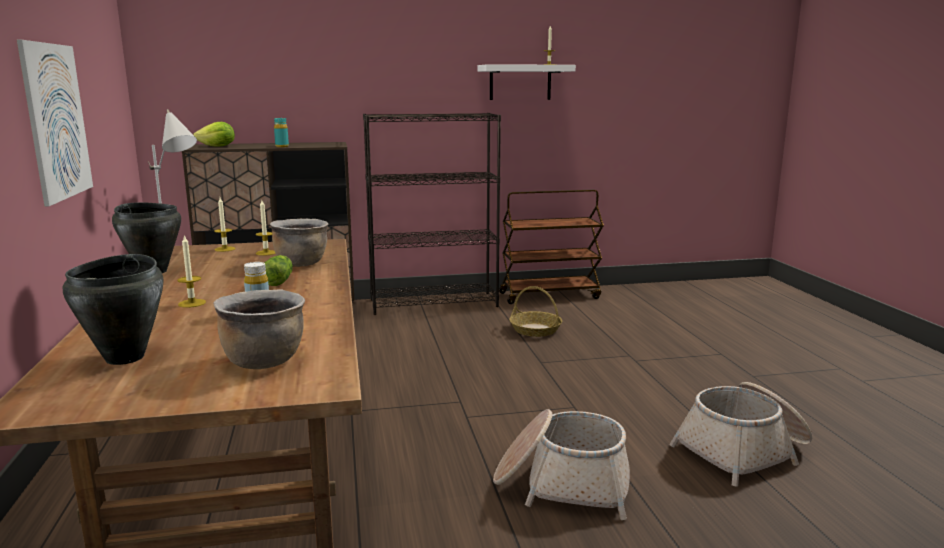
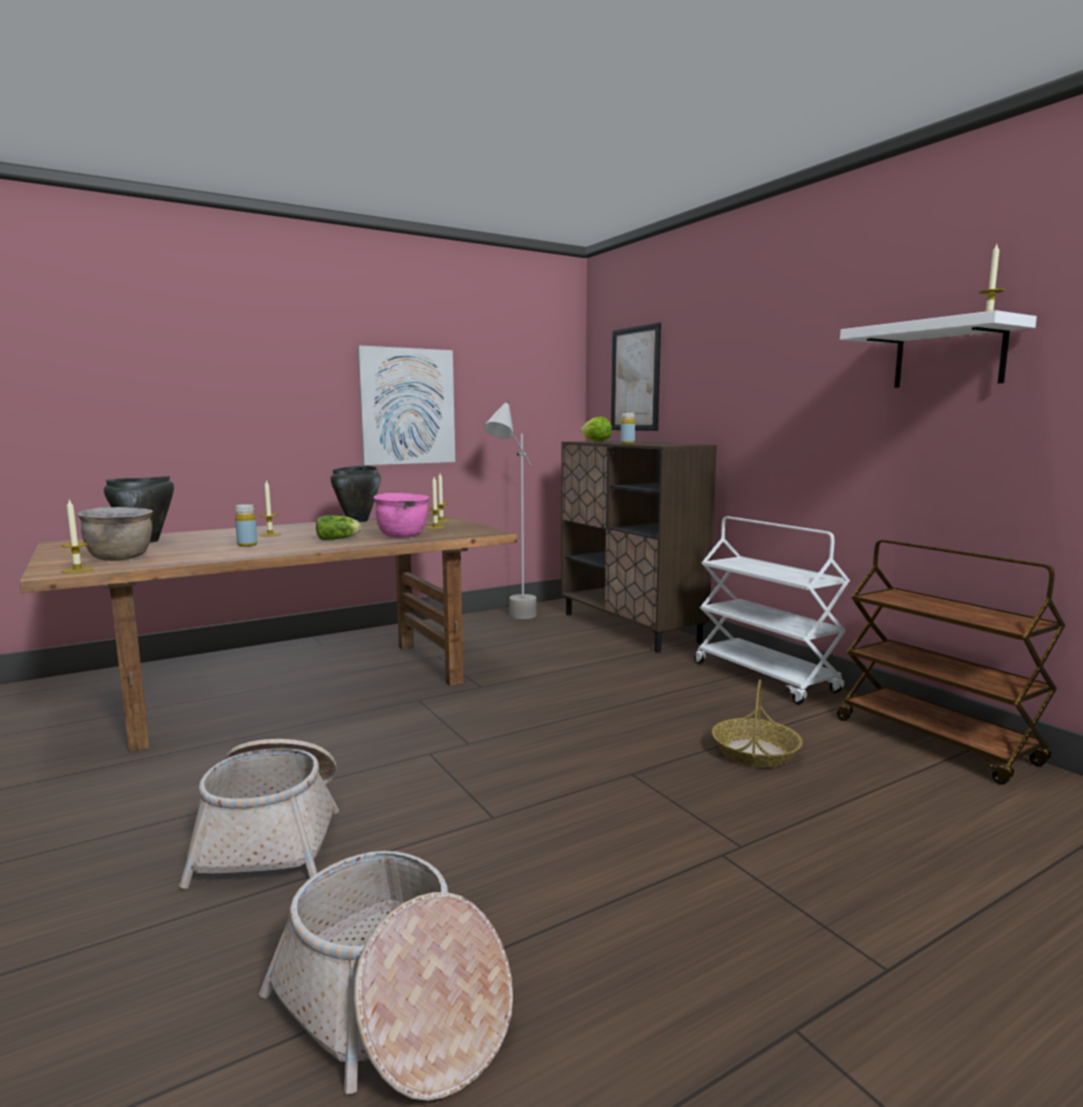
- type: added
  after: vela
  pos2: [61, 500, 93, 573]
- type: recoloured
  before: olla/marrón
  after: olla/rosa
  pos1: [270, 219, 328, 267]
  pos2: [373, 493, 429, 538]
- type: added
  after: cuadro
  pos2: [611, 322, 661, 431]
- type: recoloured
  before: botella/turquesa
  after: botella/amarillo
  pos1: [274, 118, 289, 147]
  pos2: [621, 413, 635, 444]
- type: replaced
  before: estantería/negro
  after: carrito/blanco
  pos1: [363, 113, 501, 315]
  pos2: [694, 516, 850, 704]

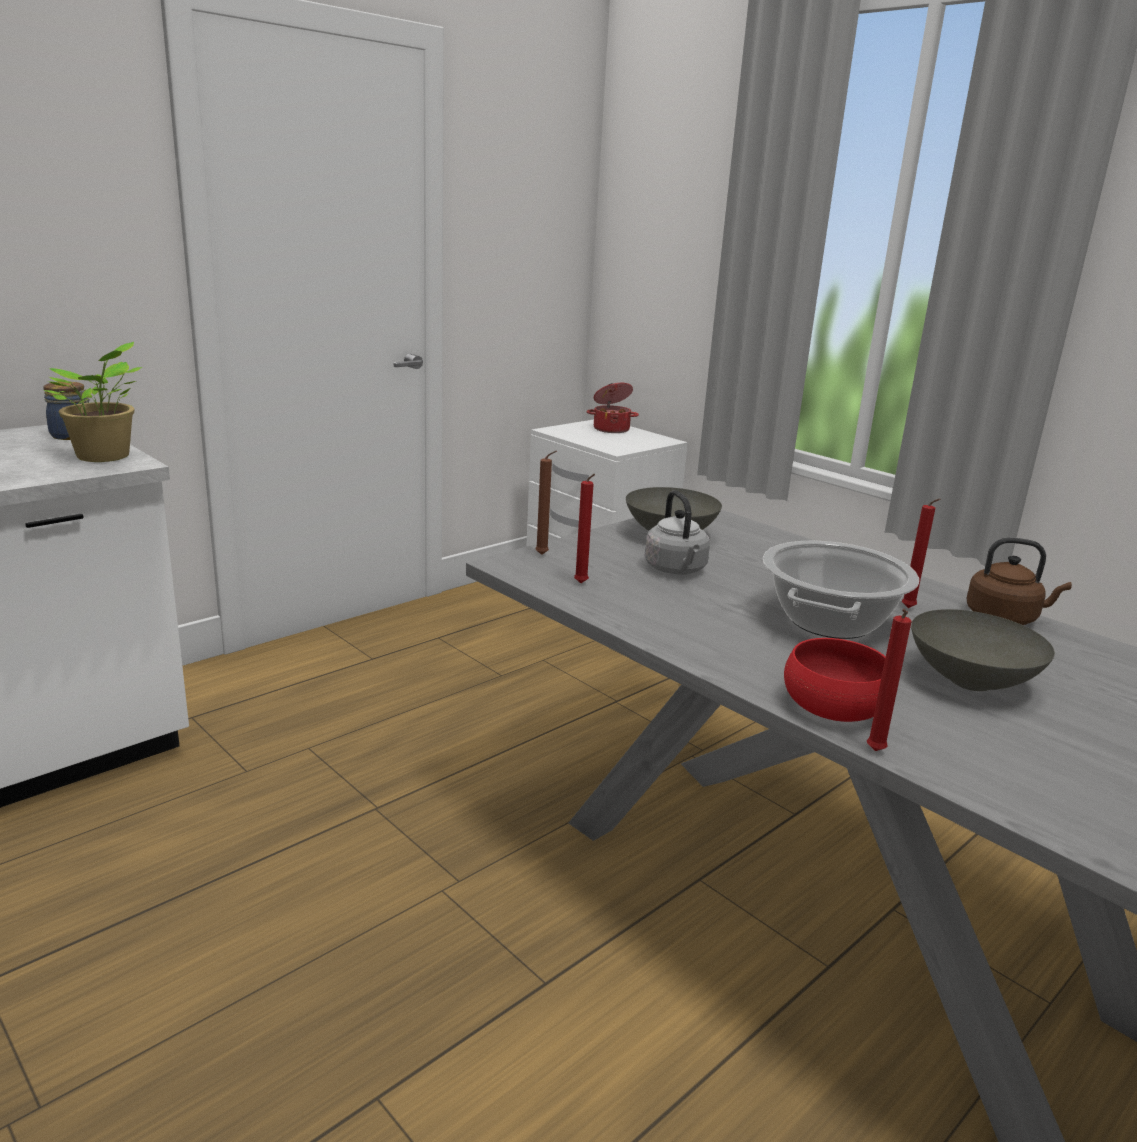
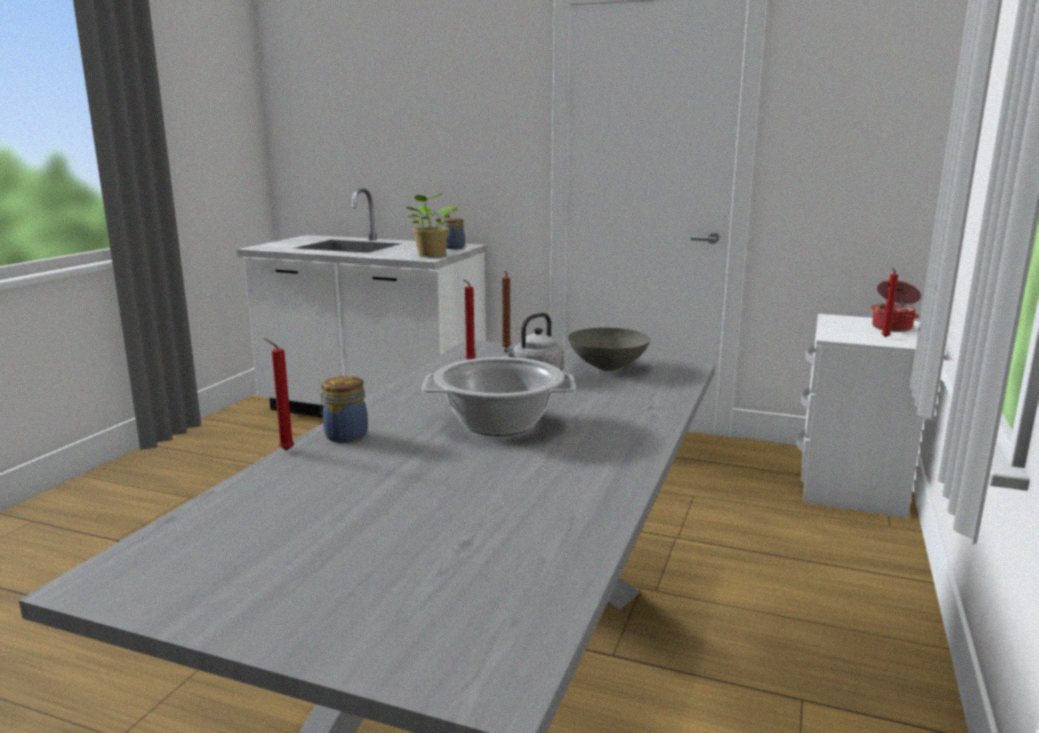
- type: replaced
  before: cuenco/rojo
  after: tarro
  pos1: [784, 638, 886, 722]
  pos2: [320, 376, 368, 443]
- type: moved
  before: vela/rojo
  pos1: [902, 498, 940, 608]
  pos2: [881, 268, 898, 337]
- type: removed
  before: cuenco/gris
  pos1: [911, 609, 1055, 691]
- type: removed
  before: hervidor/marrón
  pos1: [967, 538, 1072, 625]

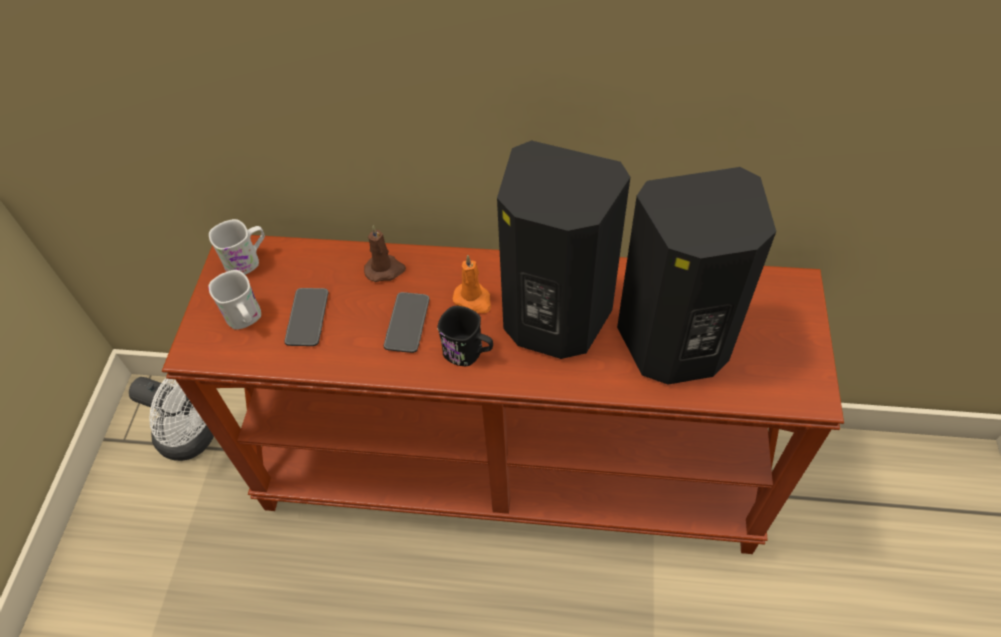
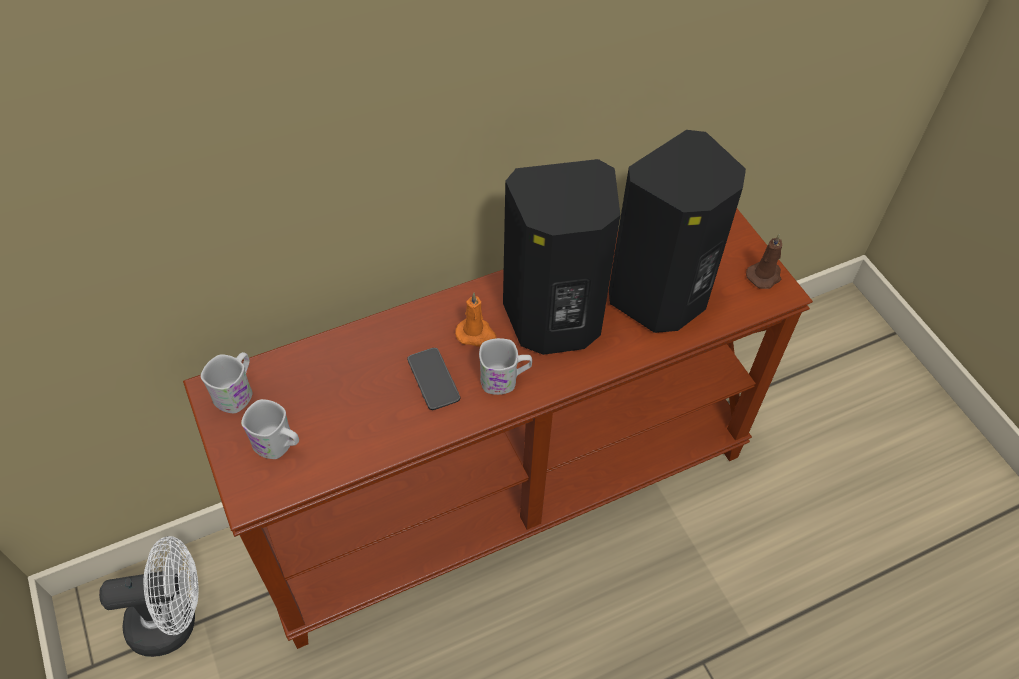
- type: recoloured
  before: taza grande/negro
  after: taza grande/blanco
  pos1: [437, 306, 493, 366]
  pos2: [479, 338, 532, 395]
- type: moved
  before: vela/marrón
  pos1: [364, 225, 406, 282]
  pos2: [746, 234, 782, 289]
- type: removed
  before: móvil
  pos1: [284, 288, 328, 346]

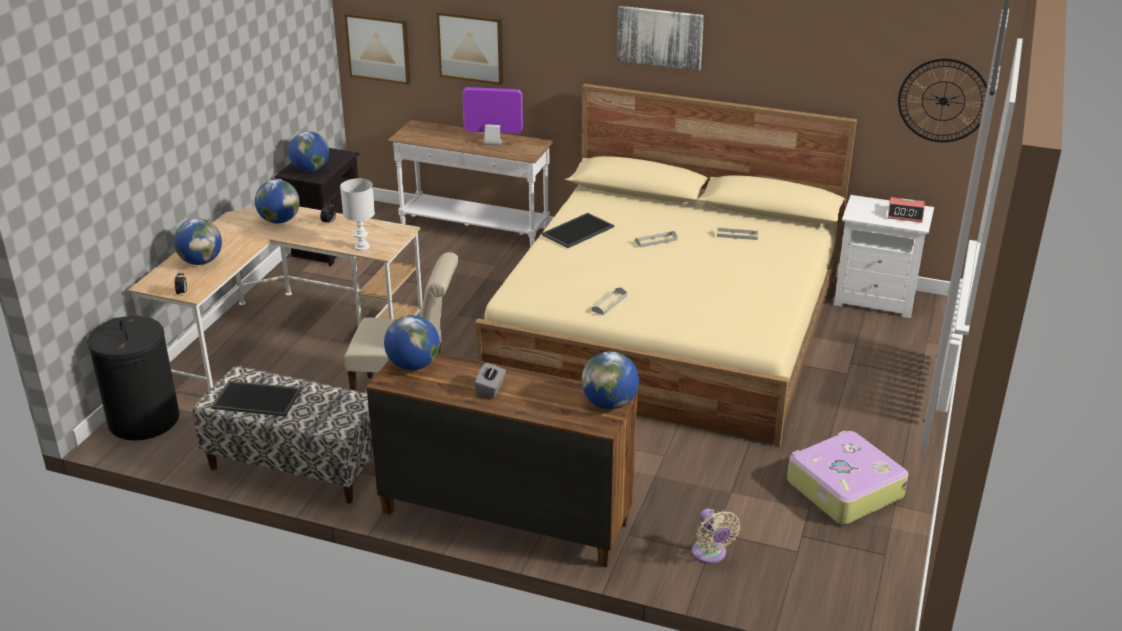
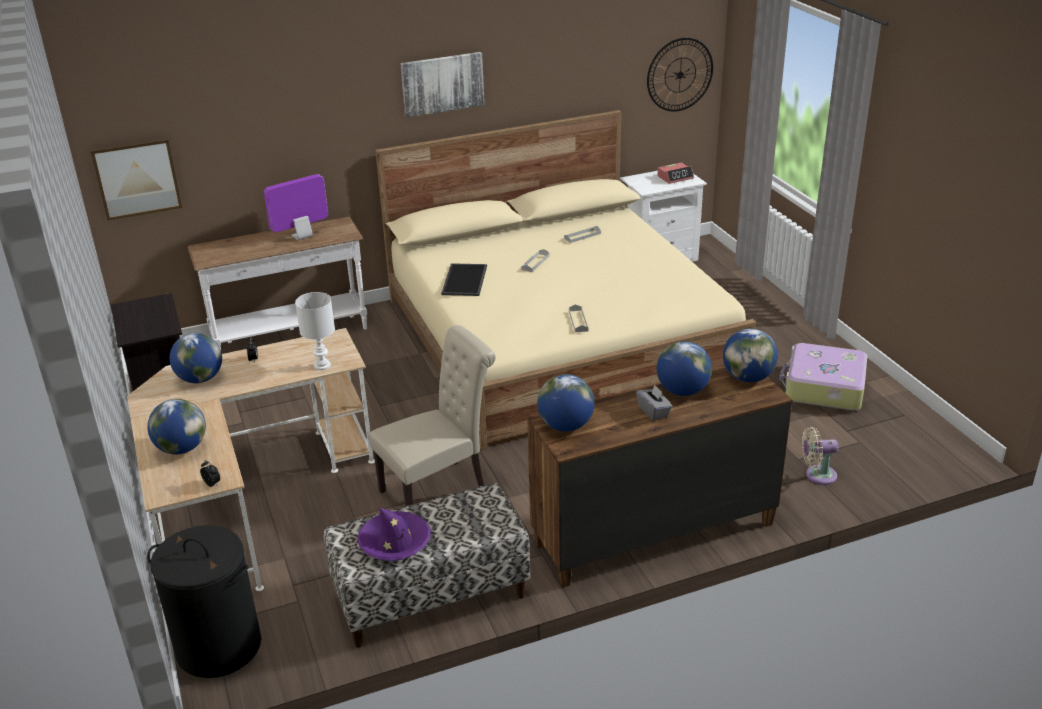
- type: replaced
  before: bandeja
  after: sombrero/morado
  pos1: [211, 381, 301, 416]
  pos2: [357, 507, 431, 561]
- type: moved
  before: globo terráqueo
  pos1: [288, 131, 329, 172]
  pos2: [657, 341, 712, 396]
- type: turned
  before: ventilador/beis
  pos1: [692, 509, 740, 564]
  pos2: [802, 427, 839, 485]
  turn: 150
- type: removed
  before: cuadro
  pos1: [436, 11, 503, 85]

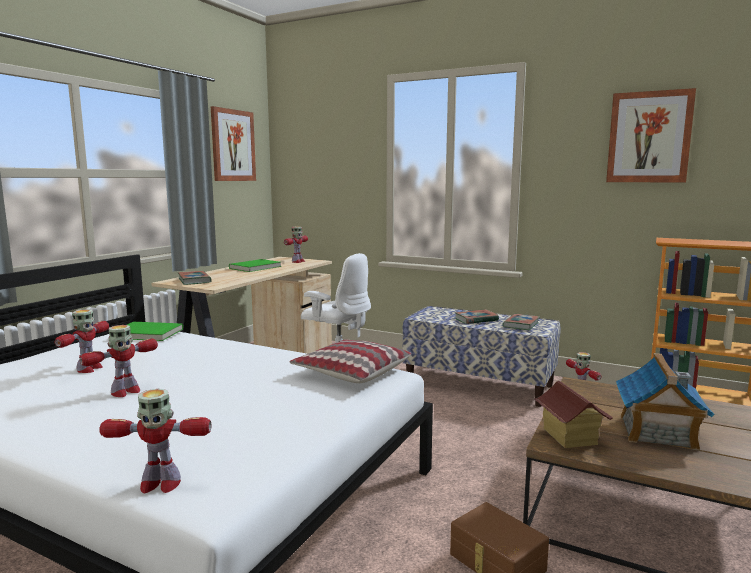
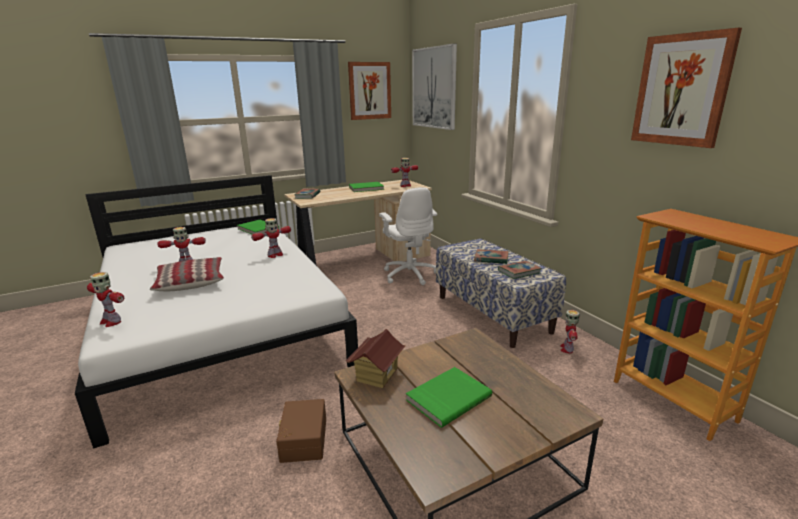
- type: moved
  before: cojín
  pos1: [289, 339, 411, 383]
  pos2: [150, 257, 224, 291]
- type: moved
  before: robot de juguete
  pos1: [55, 309, 109, 373]
  pos2: [251, 218, 291, 258]
- type: replaced
  before: casita
  after: libro/verde
  pos1: [616, 353, 714, 451]
  pos2: [406, 367, 492, 428]
- type: added
  after: cuadro
  pos2: [412, 43, 457, 130]

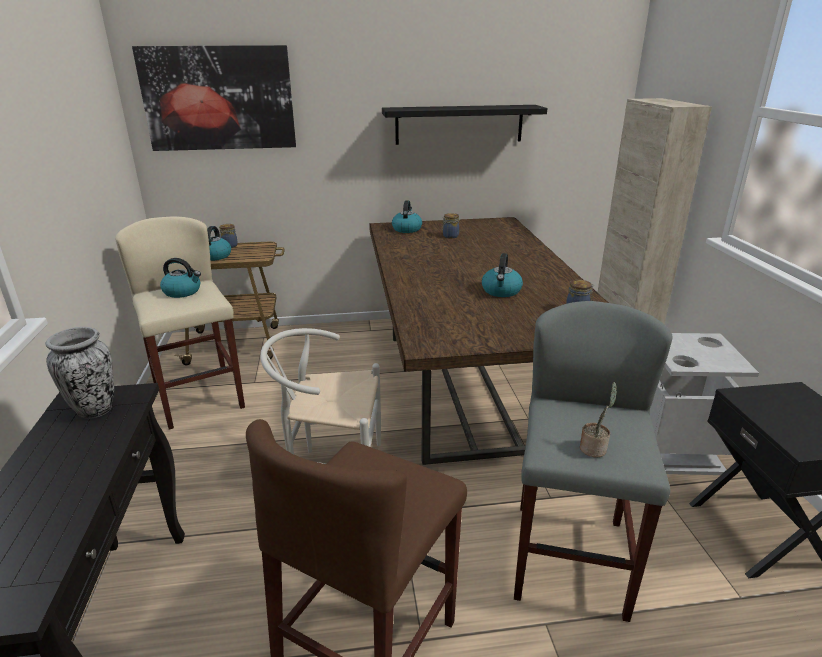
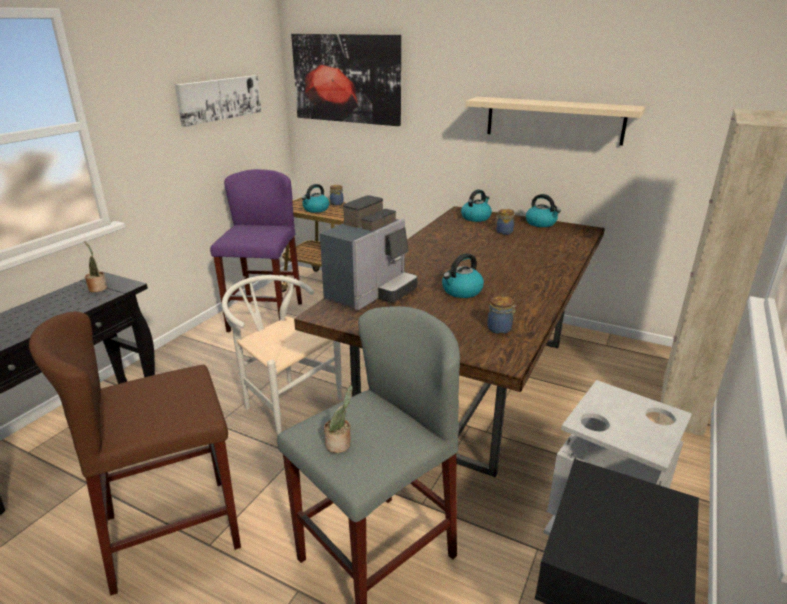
- type: replaced
  before: florero
  after: planta en maceta
  pos1: [45, 327, 114, 418]
  pos2: [84, 241, 107, 292]
- type: added
  after: cuadro
  pos2: [175, 75, 261, 127]
- type: recoloured
  before: taburete/beis
  after: taburete/morado
  pos1: [115, 216, 245, 430]
  pos2: [210, 169, 302, 332]
- type: added
  after: cafetera
  pos2: [320, 195, 418, 310]
- type: recoloured
  before: estante/negro
  after: estante/beis
  pos1: [382, 105, 548, 145]
  pos2: [465, 97, 646, 146]
- type: moved
  before: hervidor
  pos1: [160, 258, 201, 298]
  pos2: [526, 194, 561, 227]

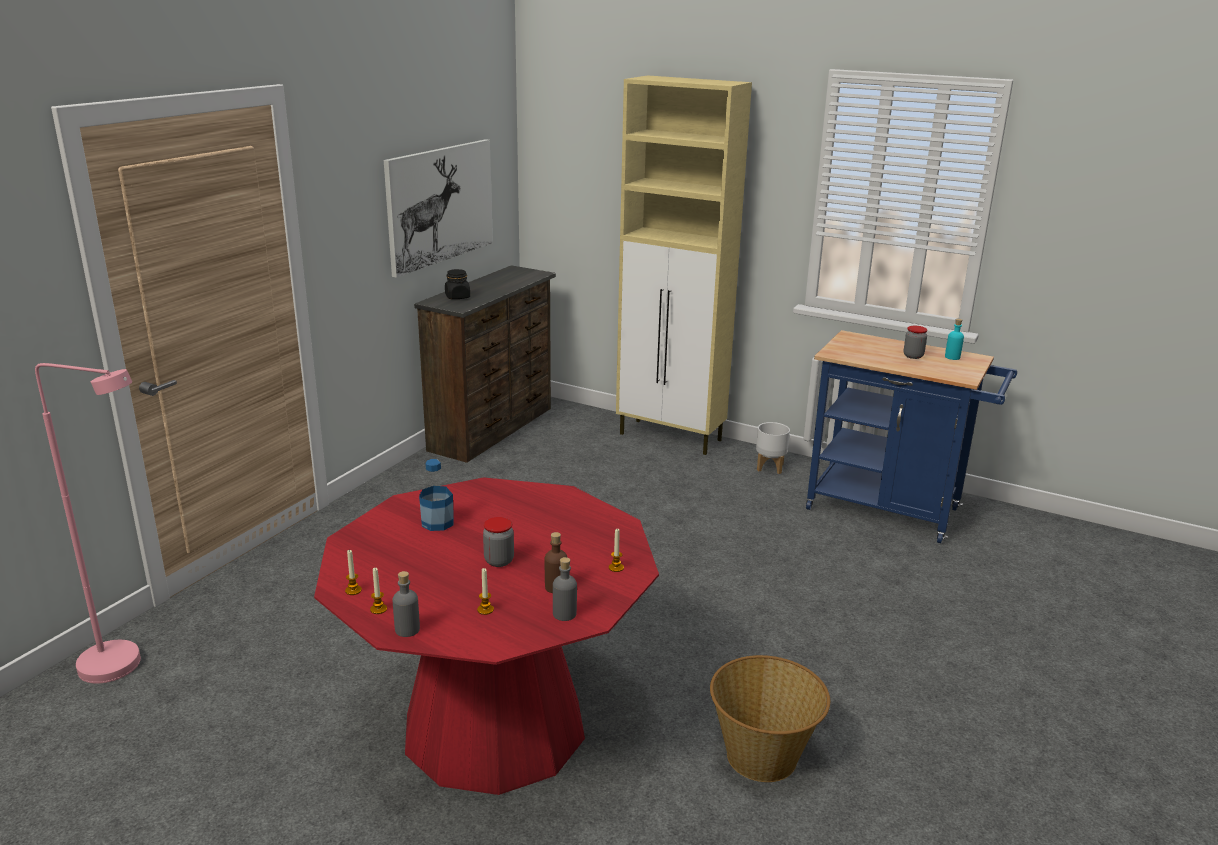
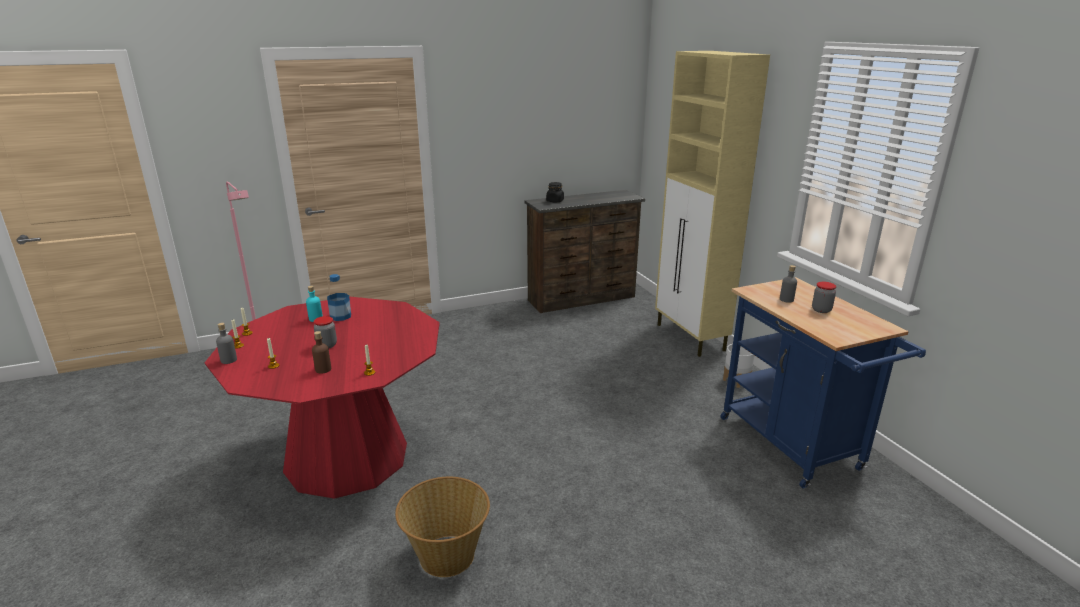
- type: moved
  before: botella/turquesa
  pos1: [945, 319, 964, 360]
  pos2: [306, 286, 323, 322]
- type: moved
  before: botella/gris
  pos1: [553, 557, 577, 621]
  pos2: [780, 265, 797, 303]
- type: removed
  before: cuadro
  pos1: [384, 139, 493, 278]

